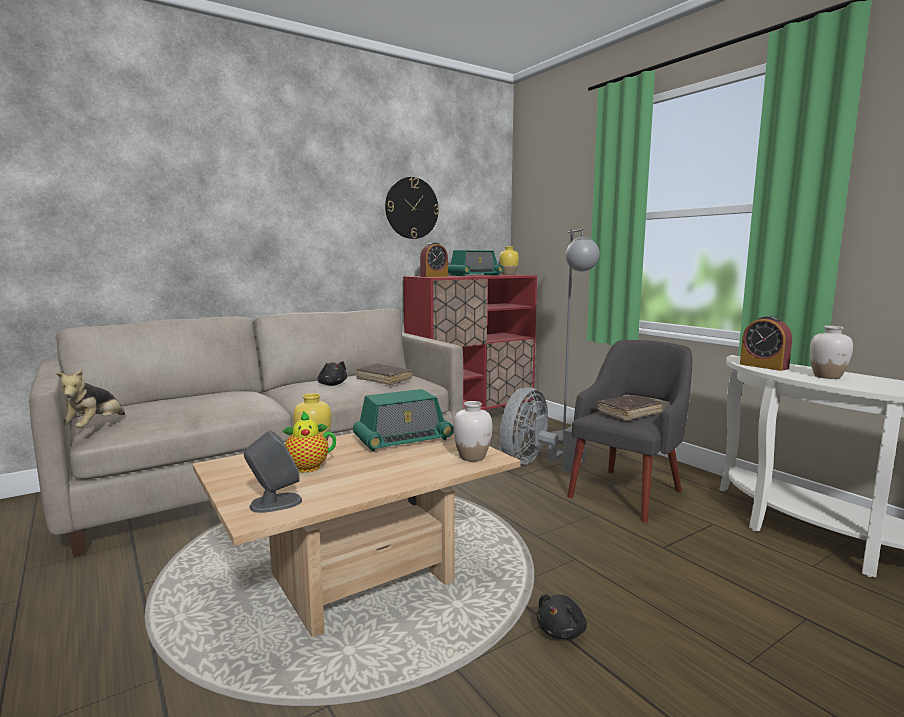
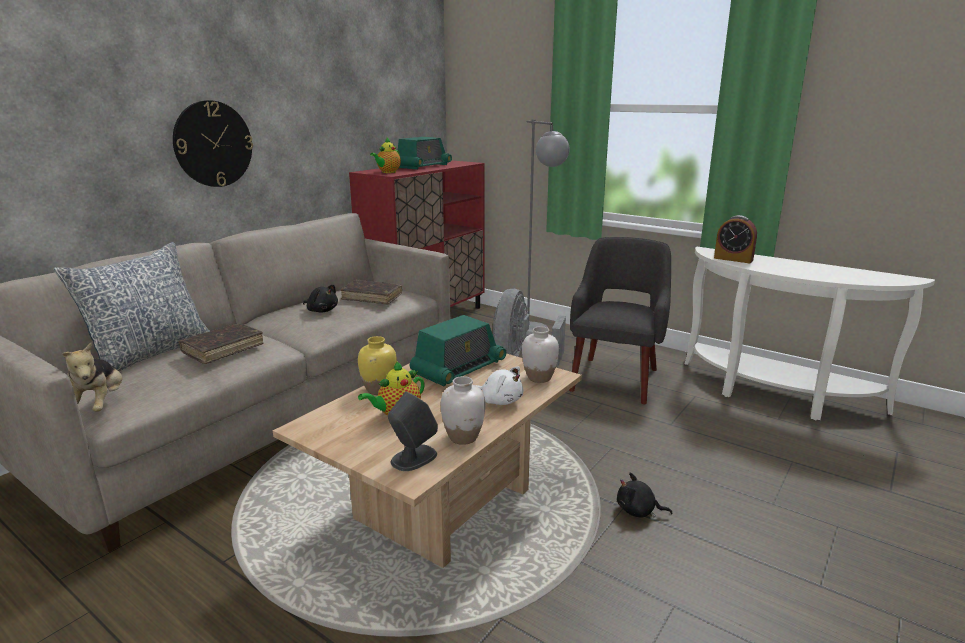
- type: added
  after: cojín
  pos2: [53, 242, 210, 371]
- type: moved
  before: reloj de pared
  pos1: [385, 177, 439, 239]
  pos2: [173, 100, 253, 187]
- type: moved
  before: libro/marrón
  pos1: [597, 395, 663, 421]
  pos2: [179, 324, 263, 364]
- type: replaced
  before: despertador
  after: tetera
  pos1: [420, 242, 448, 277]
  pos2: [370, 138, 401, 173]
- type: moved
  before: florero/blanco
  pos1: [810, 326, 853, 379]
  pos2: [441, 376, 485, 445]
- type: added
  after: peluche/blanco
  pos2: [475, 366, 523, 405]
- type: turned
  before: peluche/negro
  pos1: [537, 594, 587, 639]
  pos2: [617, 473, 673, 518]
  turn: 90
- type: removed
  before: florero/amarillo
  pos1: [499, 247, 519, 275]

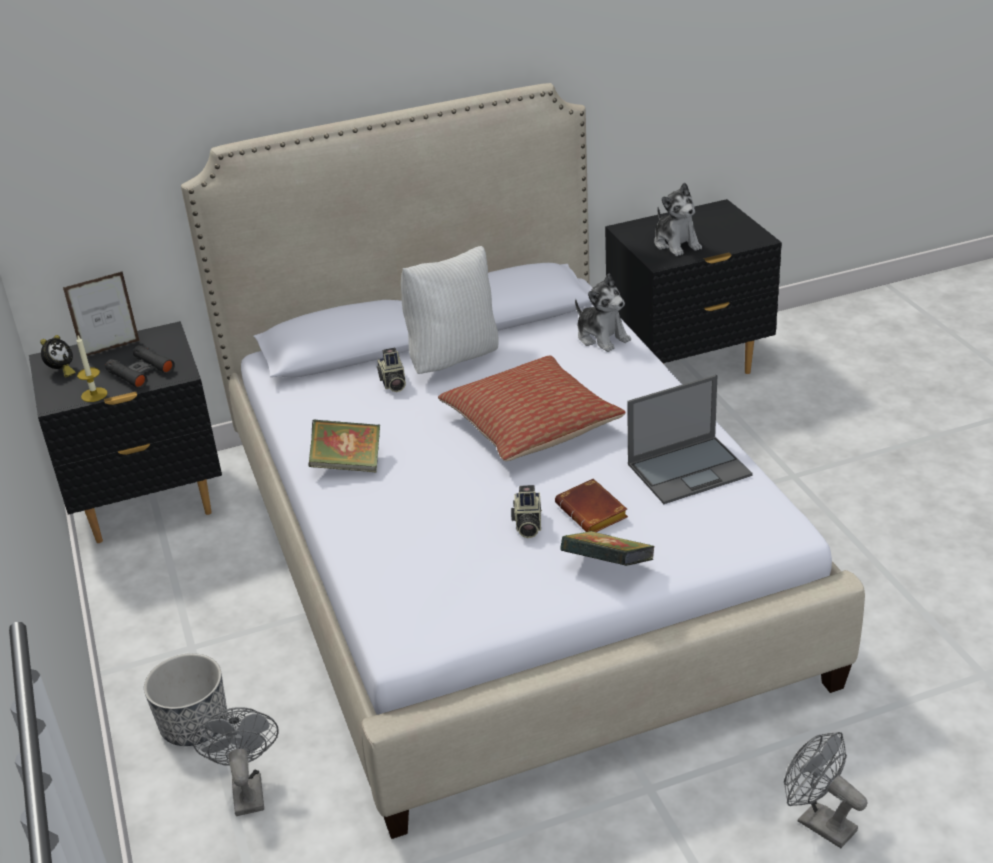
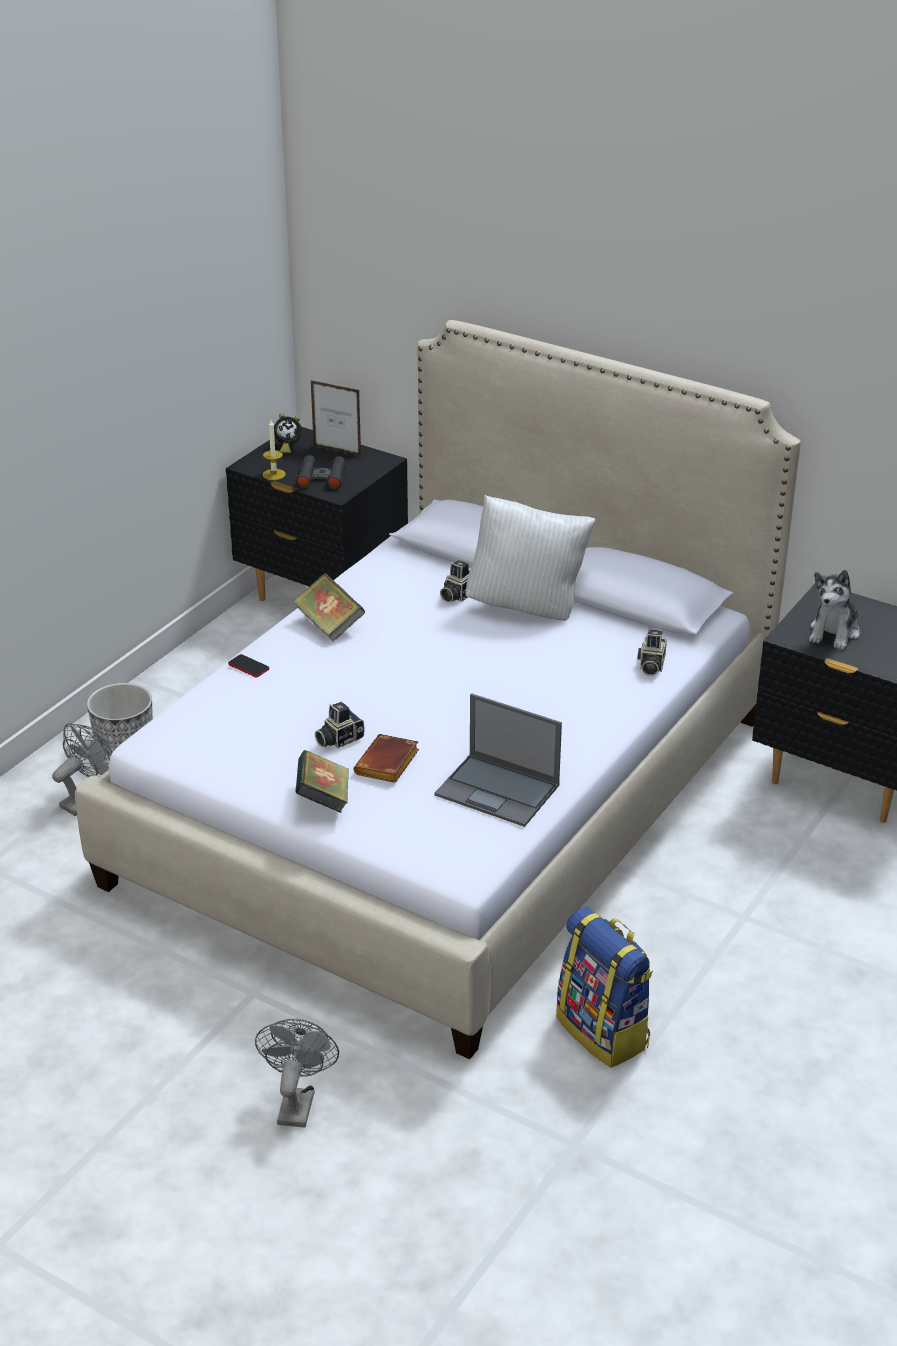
- type: added
  after: móvil
  pos2: [228, 654, 269, 677]
- type: added
  after: mochila
  pos2: [556, 907, 653, 1068]
- type: replaced
  before: peluche
  after: cámara
  pos1: [575, 273, 631, 352]
  pos2: [637, 629, 667, 676]
- type: removed
  before: cojín
  pos1: [438, 355, 626, 461]

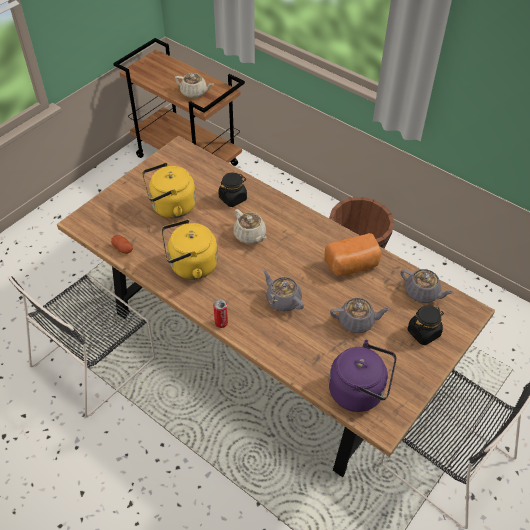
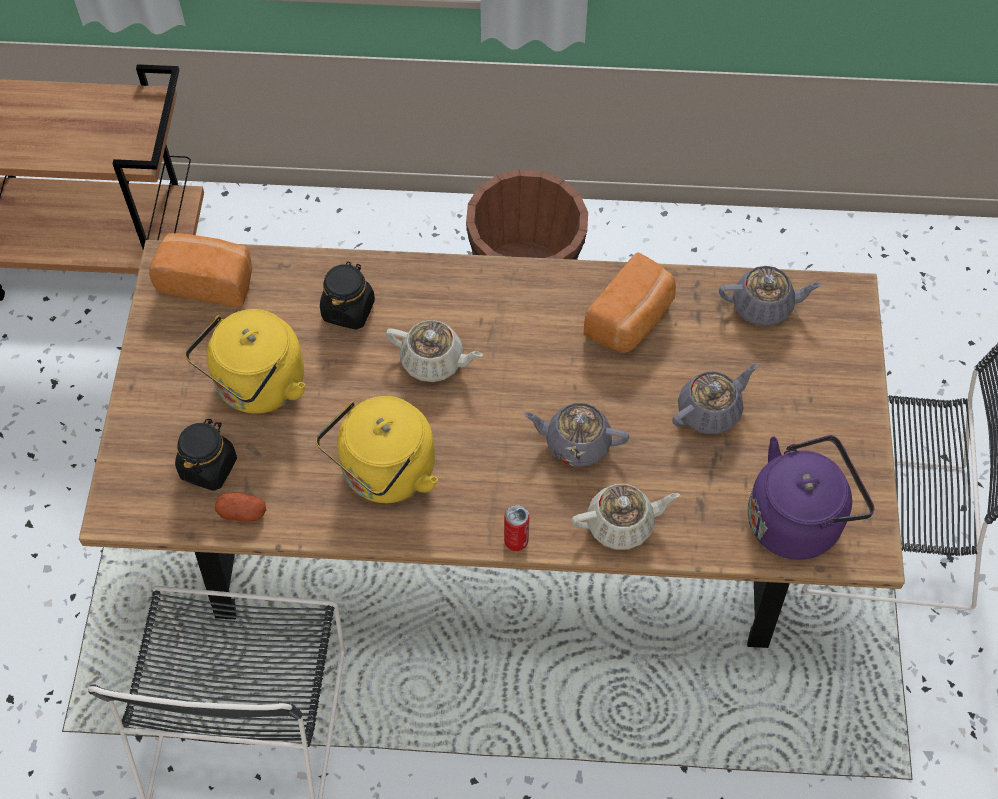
- type: added
  after: pan
  pos2: [149, 233, 252, 308]
- type: moved
  before: tarro/negro
  pos1: [408, 305, 444, 345]
  pos2: [175, 419, 237, 491]
- type: moved
  before: tetera/beis
  pos1: [175, 73, 213, 98]
  pos2: [572, 484, 680, 550]

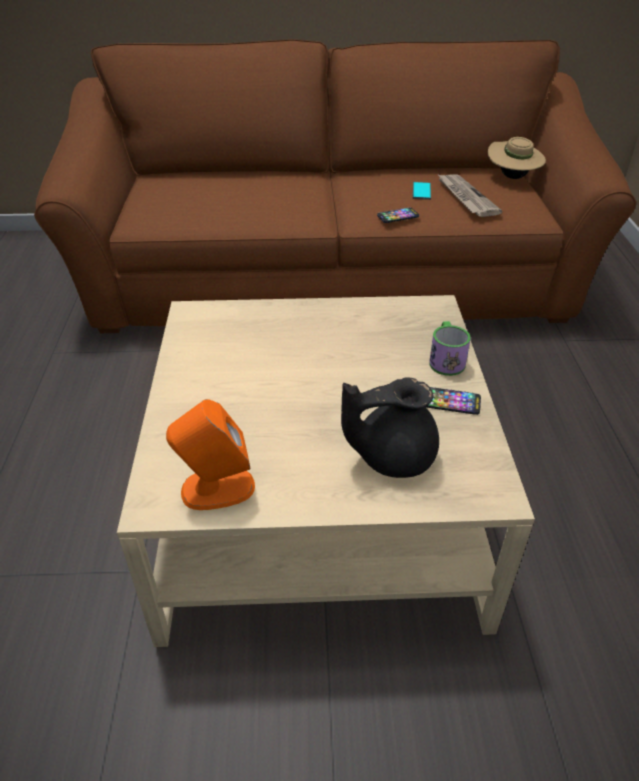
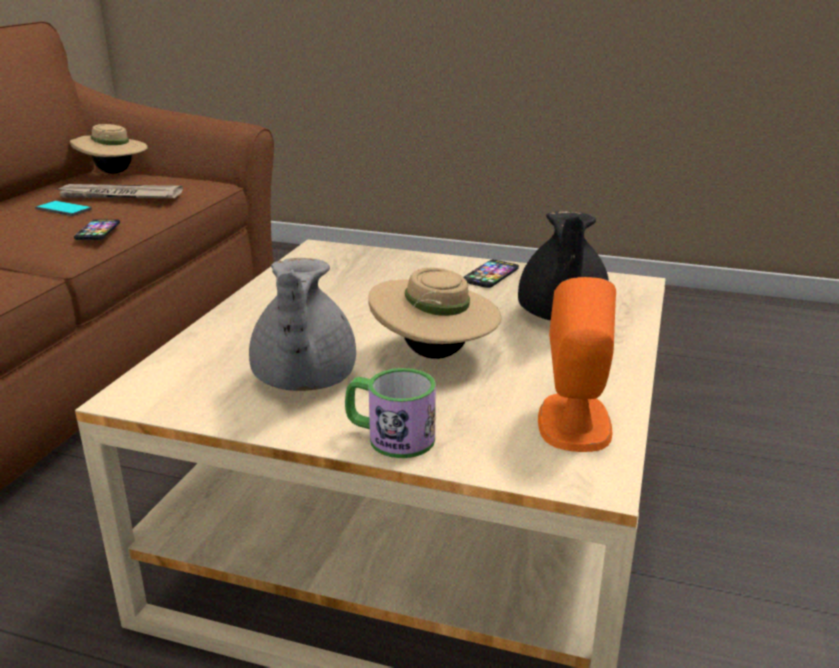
- type: added
  after: tetera/gris
  pos2: [249, 258, 356, 391]
- type: moved
  before: taza grande
  pos1: [429, 321, 471, 376]
  pos2: [345, 368, 436, 458]
- type: added
  after: sombrero/beis
  pos2: [368, 267, 501, 359]

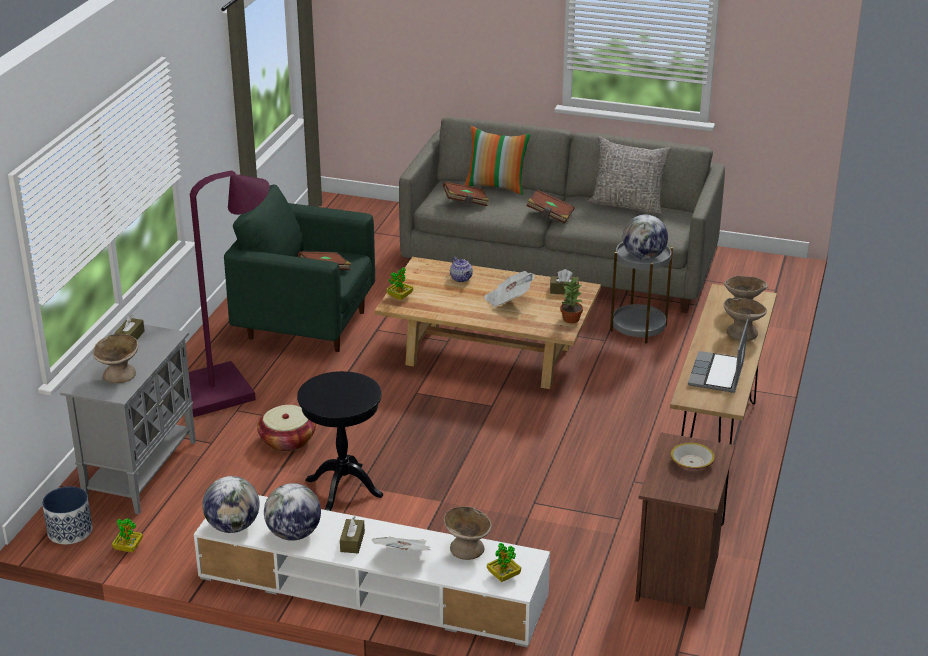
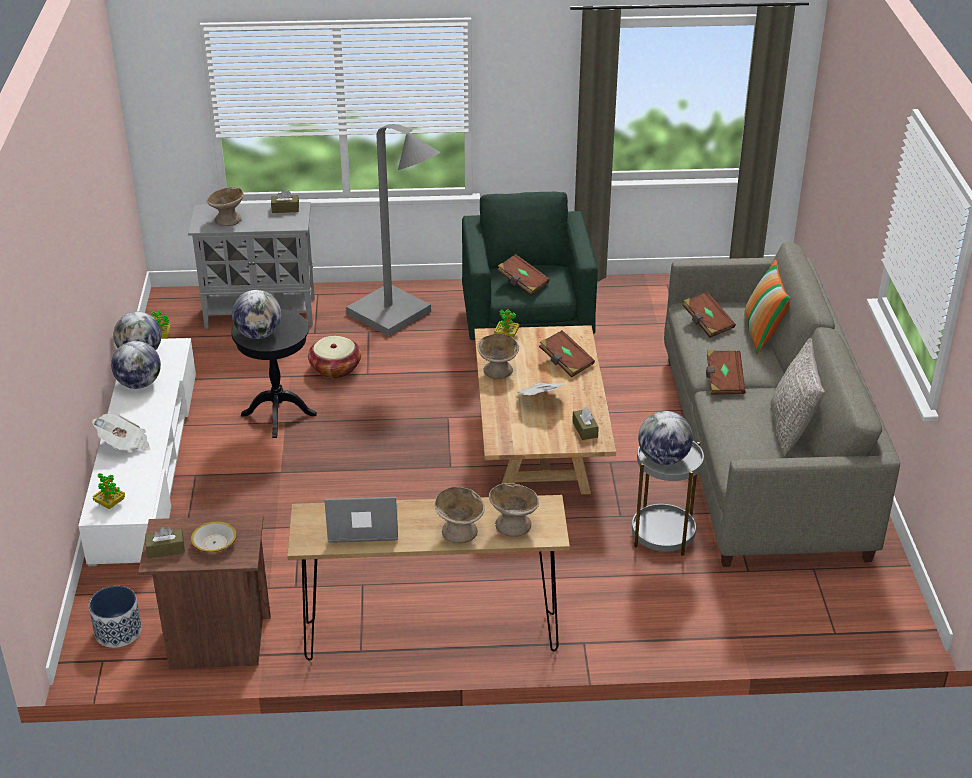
- type: moved
  before: maceta
  pos1: [42, 486, 93, 544]
  pos2: [89, 586, 142, 648]
- type: moved
  before: caja de pañuelos/marrón
  pos1: [340, 516, 365, 553]
  pos2: [145, 527, 185, 558]
- type: added
  after: globo terráqueo
  pos2: [232, 290, 282, 339]
- type: recoloured
  before: lámpara de pie/morado
  after: lámpara de pie/gris
  pos1: [189, 171, 270, 417]
  pos2: [346, 124, 440, 336]
- type: moved
  before: cuenco/beis
  pos1: [444, 507, 492, 560]
  pos2: [477, 334, 519, 379]
- type: replaced
  before: tetera
  after: libro/marrón
  pos1: [450, 257, 473, 282]
  pos2: [539, 330, 595, 378]
- type: removed
  before: planta en maceta
  pos1: [560, 278, 583, 323]

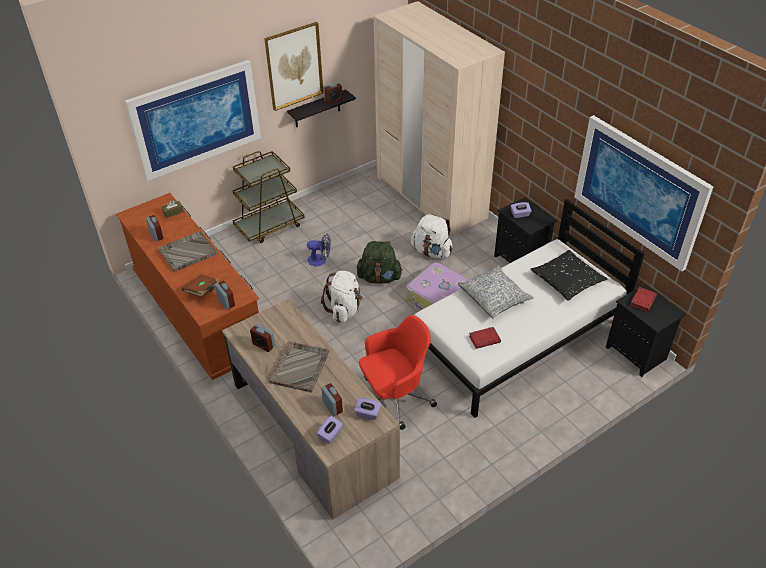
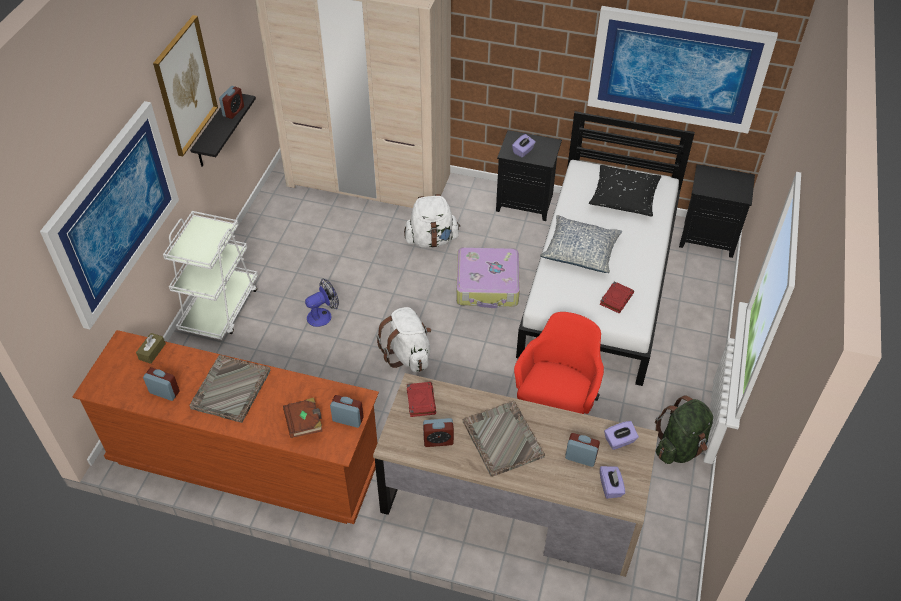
- type: recoloured
  before: carrito/marrón
  after: carrito/blanco
  pos1: [232, 151, 305, 243]
  pos2: [163, 211, 258, 340]
- type: moved
  before: libro/rojo
  pos1: [630, 287, 657, 312]
  pos2: [407, 382, 436, 417]
- type: moved
  before: mochila/verde
  pos1: [357, 241, 403, 284]
  pos2: [655, 395, 713, 464]

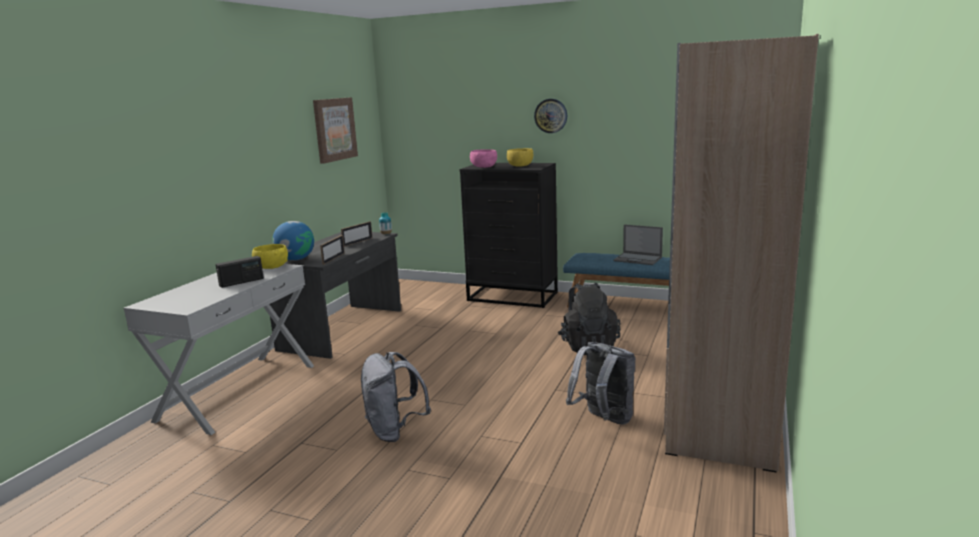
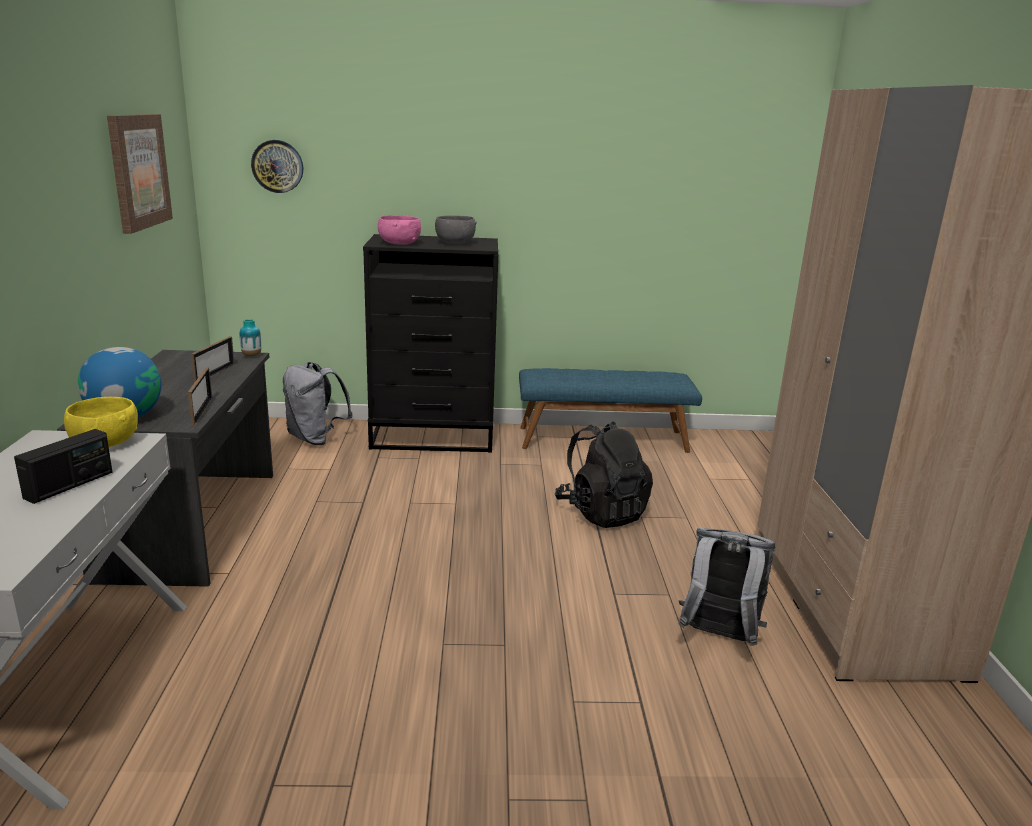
- type: moved
  before: reloj de pared
  pos1: [534, 99, 567, 133]
  pos2: [251, 140, 303, 193]
- type: moved
  before: mochila/gris
  pos1: [361, 352, 431, 442]
  pos2: [283, 362, 353, 445]
- type: recoloured
  before: cuenco/amarillo
  after: cuenco/gris
  pos1: [507, 148, 533, 167]
  pos2: [435, 216, 477, 244]
- type: removed
  before: portátil
  pos1: [613, 224, 663, 265]

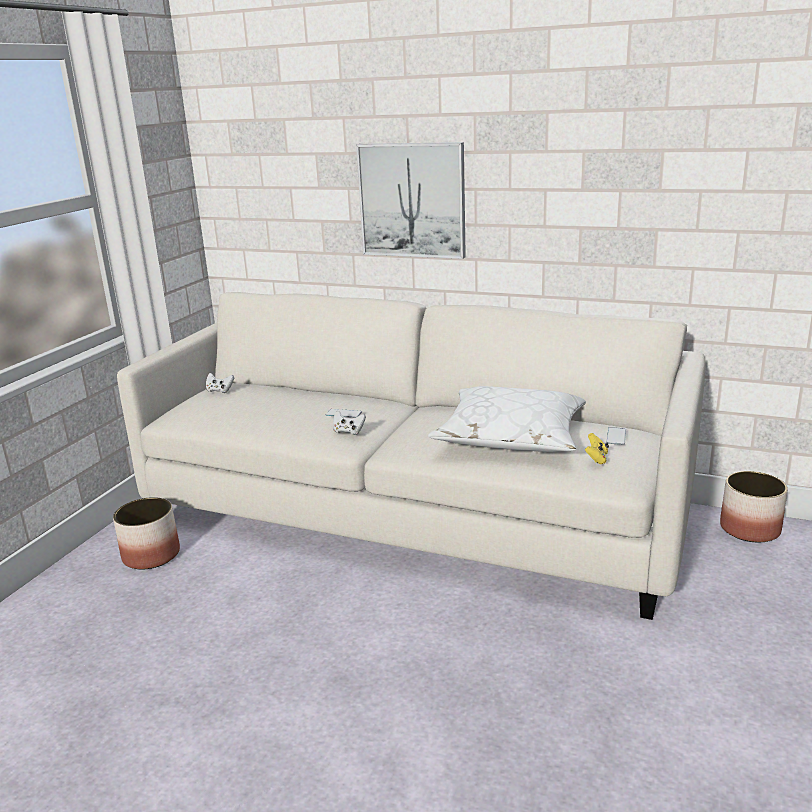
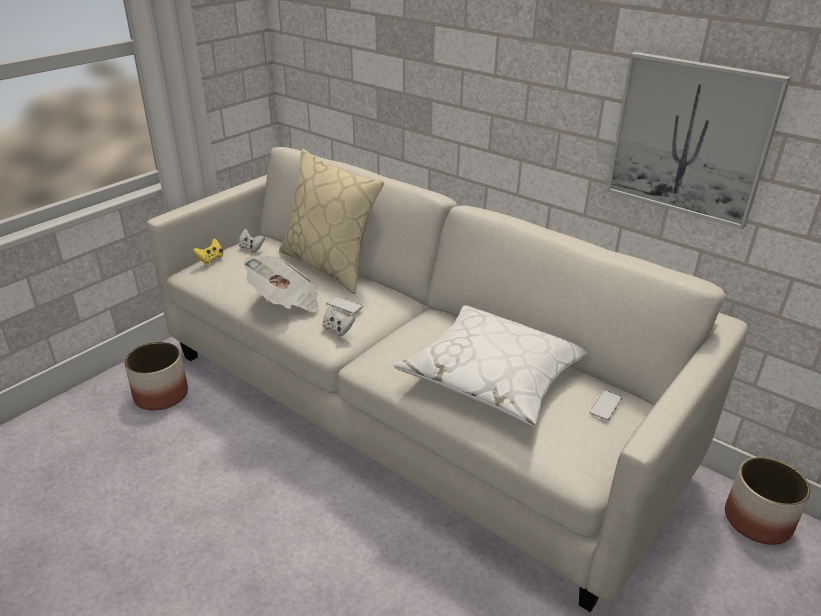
- type: moved
  before: mando de consola/amarillo
  pos1: [585, 433, 609, 464]
  pos2: [193, 239, 224, 264]
- type: added
  after: periódico
  pos2: [243, 256, 319, 312]
- type: added
  after: cojín/beis
  pos2: [279, 149, 384, 294]
- type: moved
  before: cuadro
  pos1: [356, 142, 466, 259]
  pos2: [607, 52, 791, 229]

